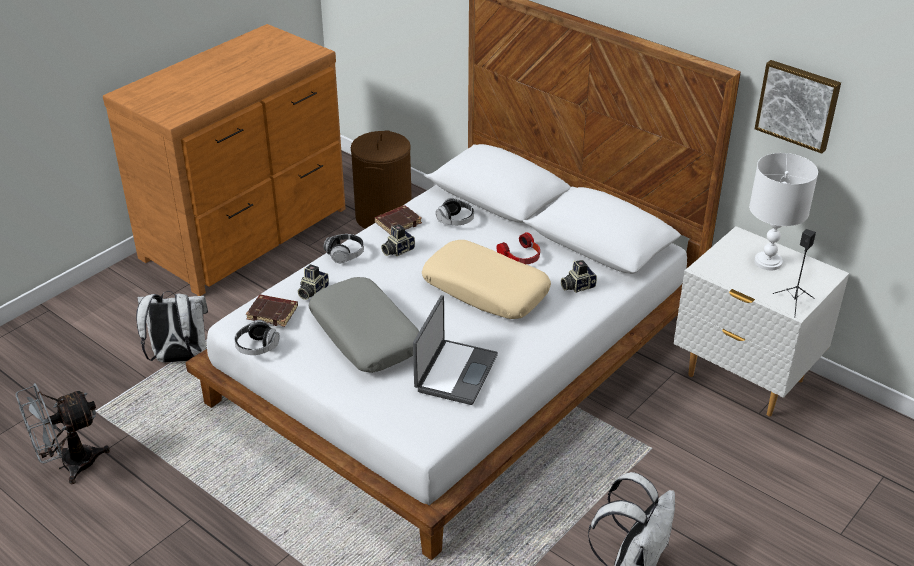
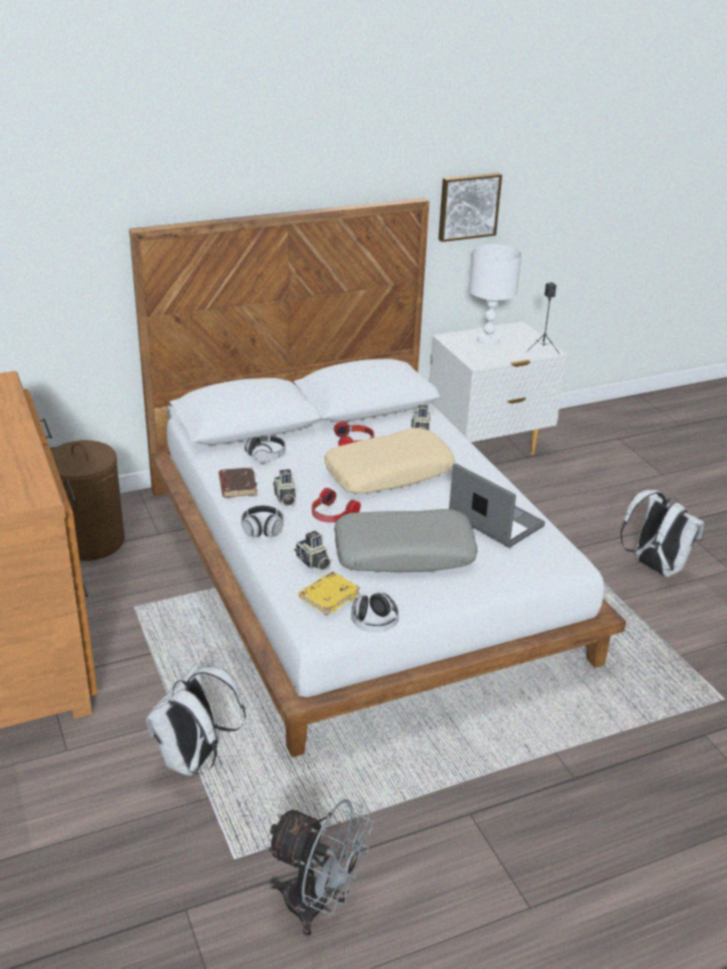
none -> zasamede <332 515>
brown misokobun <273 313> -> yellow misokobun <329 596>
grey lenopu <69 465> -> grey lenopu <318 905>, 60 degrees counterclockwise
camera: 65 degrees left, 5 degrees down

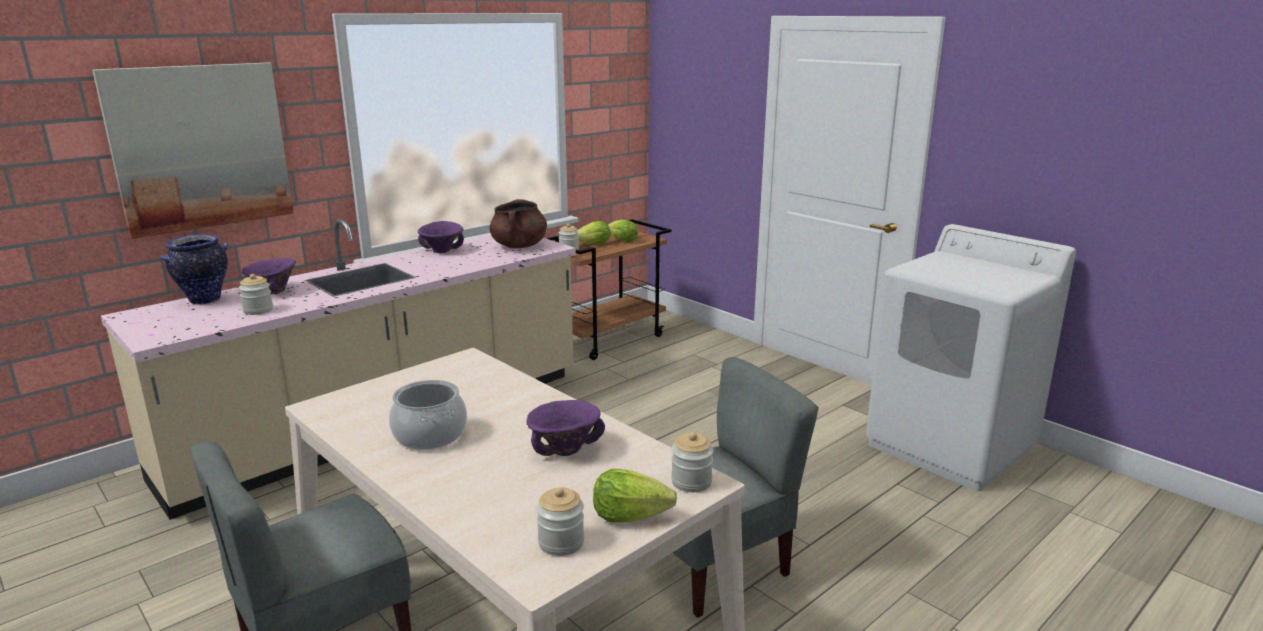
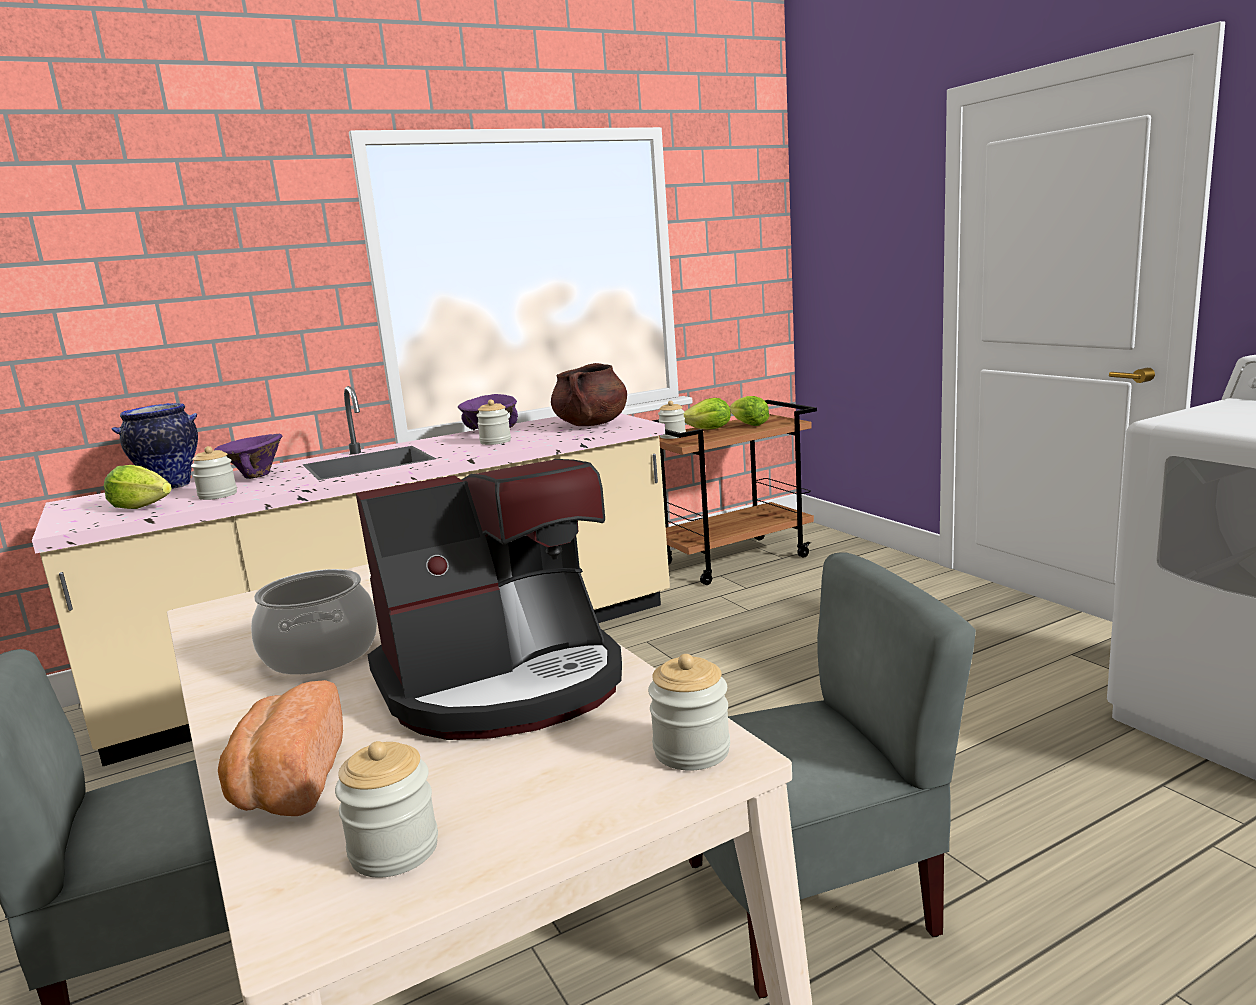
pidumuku <200 147> -> none
none -> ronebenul <287 782>
none -> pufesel <495 441>
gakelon <629 516> -> gakelon <141 507>, relocated
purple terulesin <564 449> -> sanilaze <504 683>
camera: 15 degrees right, 5 degrees down

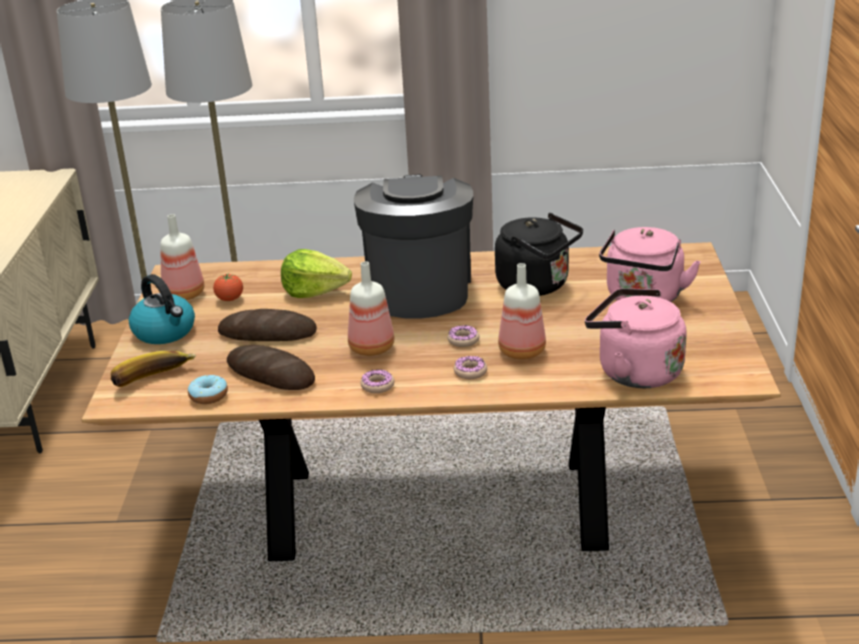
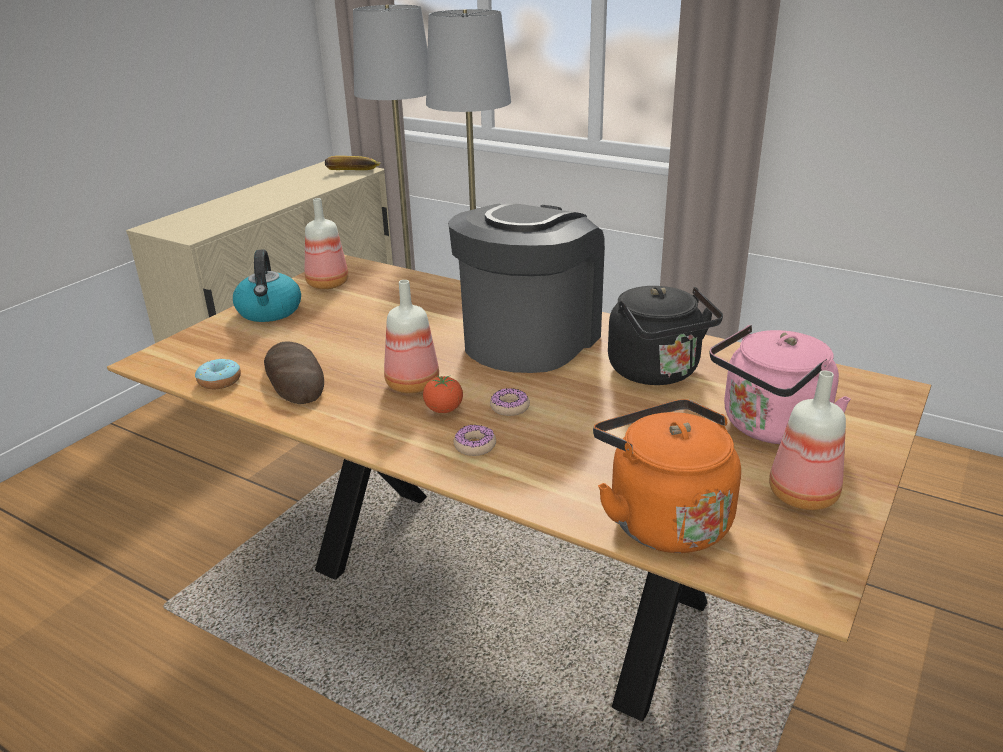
ronebenul <268 333> -> none
gakelon <315 291> -> none
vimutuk <377 386> -> none
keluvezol <154 381> -> keluvezol <353 172>, relocated
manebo <230 299> -> manebo <444 410>, relocated
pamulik <520 352> -> pamulik <800 496>, relocated
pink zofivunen <634 372> -> orange zofivunen <663 519>
camera: 30 degrees right, 0 degrees up

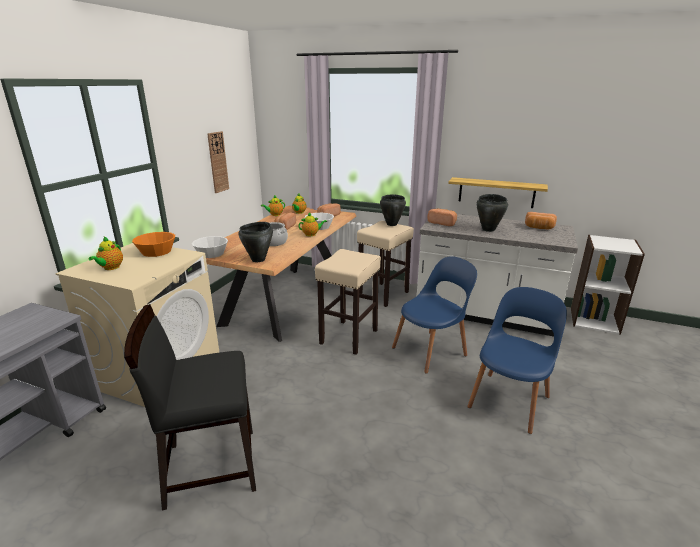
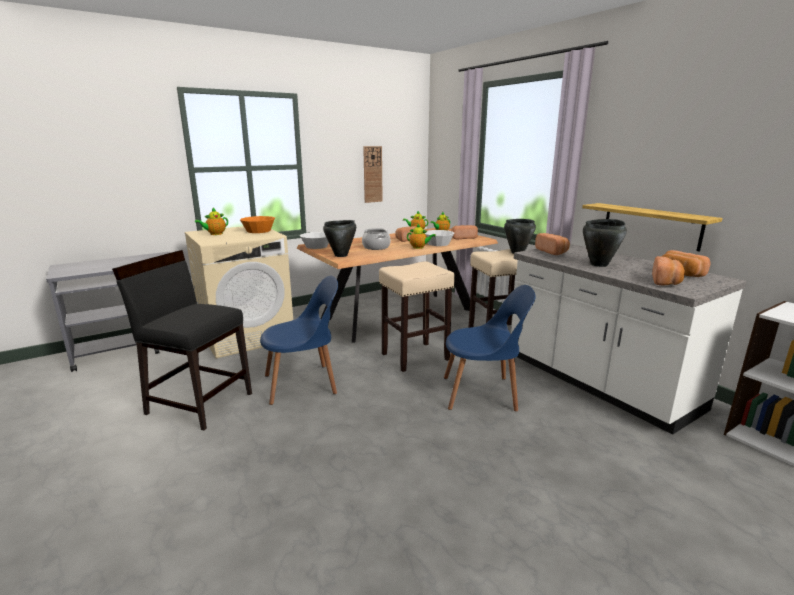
none -> ronebenul <666 282>
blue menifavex <510 399> -> blue menifavex <304 383>, relocated
camera: 35 degrees right, 5 degrees down

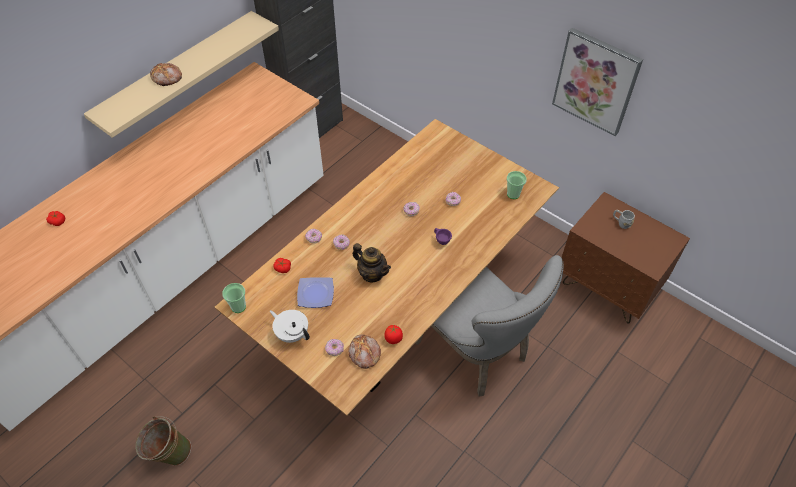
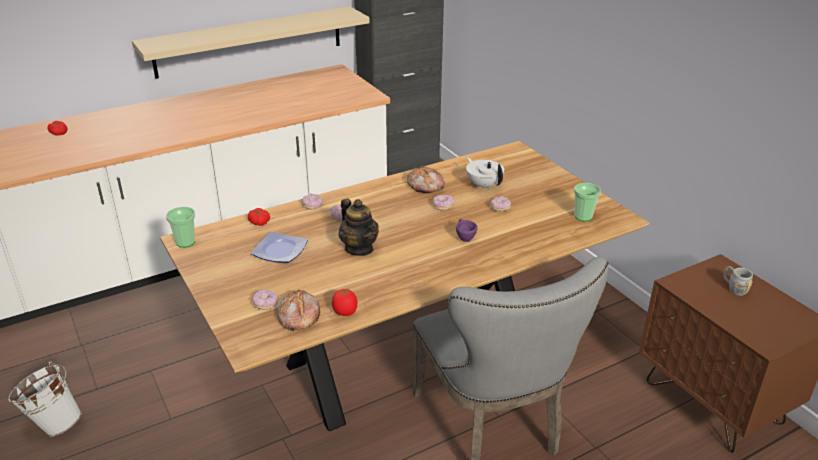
pidumuku <595 81> -> none
ronebenul <167 78> -> ronebenul <425 186>, relocated
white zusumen <292 333> -> white zusumen <484 185>, relocated
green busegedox <169 454> -> white busegedox <53 424>
camera: 20 degrees right, 20 degrees down

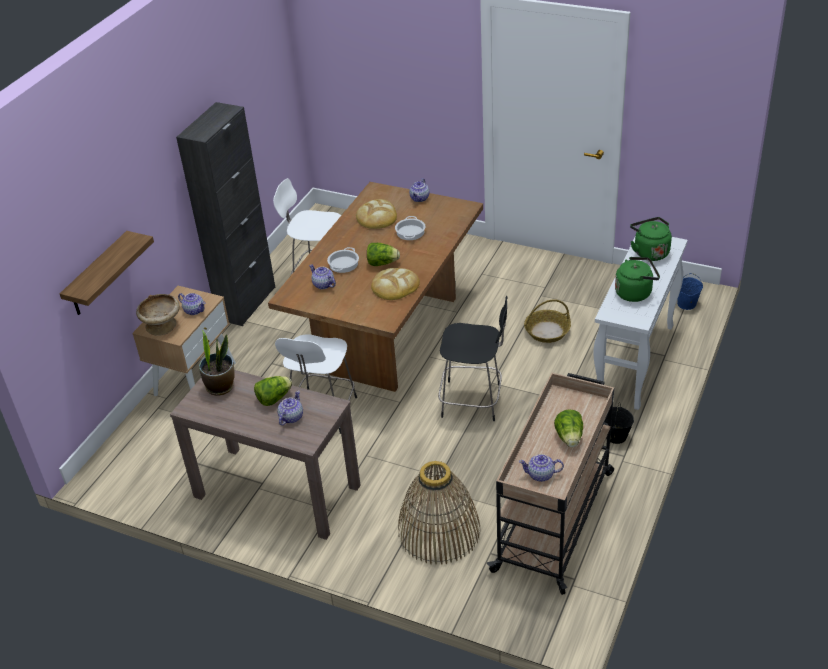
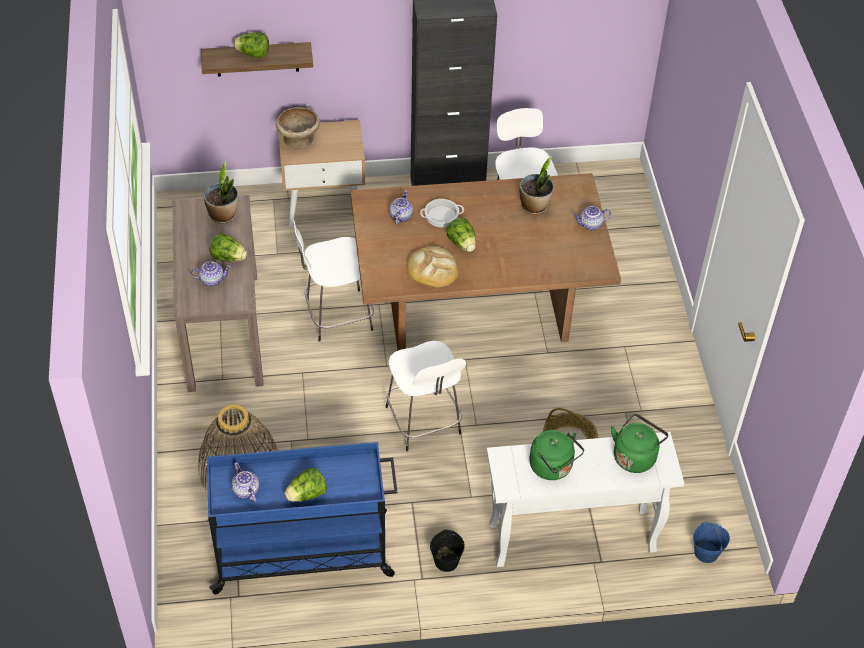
zusumen <194 310> -> none
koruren <410 232> -> none
none -> gakelon <253 54>
ronebenul <377 217> -> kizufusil <534 206>
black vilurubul <473 401> -> white vilurubul <424 422>
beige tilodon <555 519> -> blue tilodon <304 552>
camera: 55 degrees right, 10 degrees up

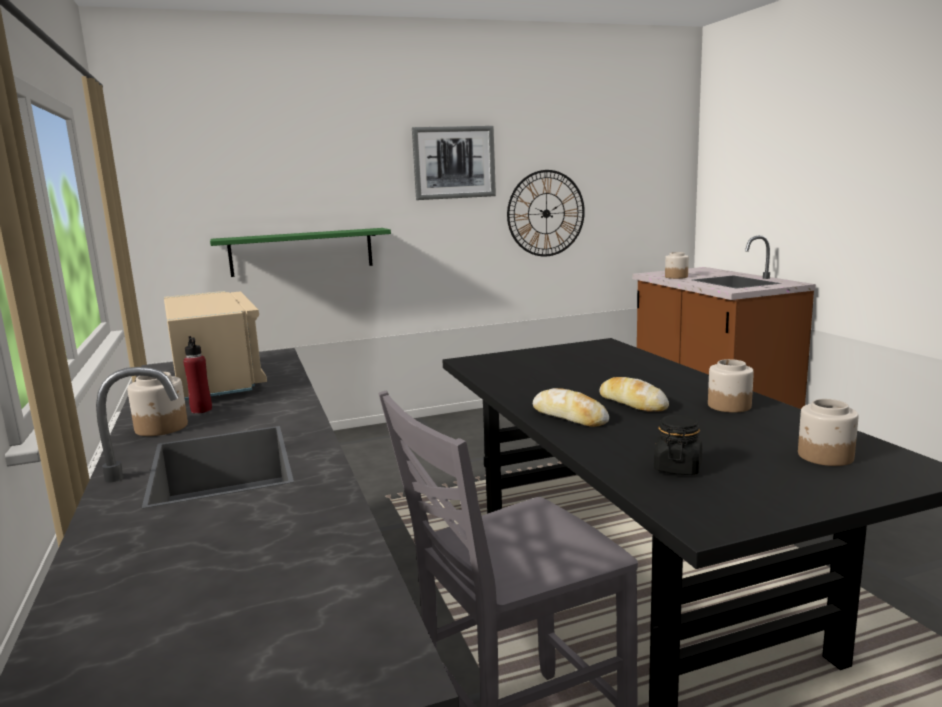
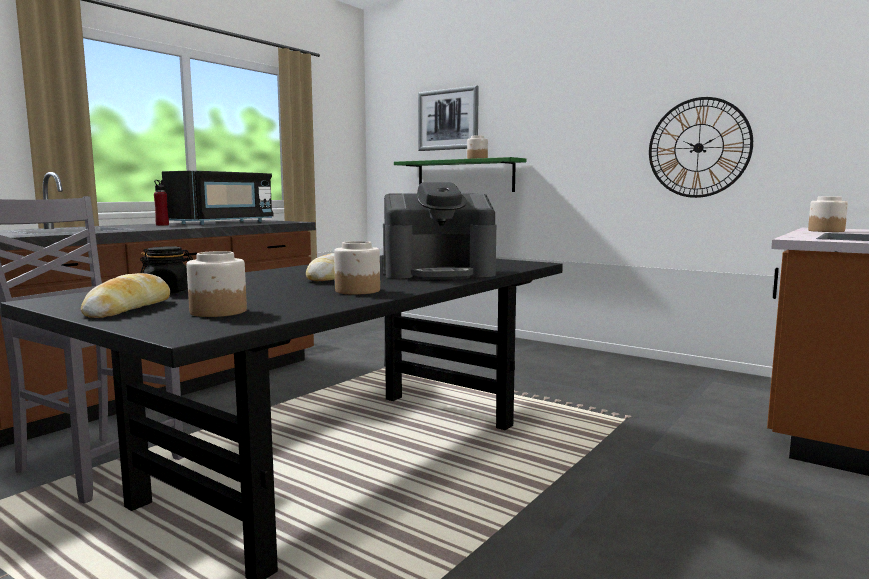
none -> sanilaze <439 273>
pufesel <162 428> -> pufesel <477 159>, relocated
pidumuku <454 162> -> pidumuku <448 119>, relocated
ronebenul <569 416> -> ronebenul <129 308>, relocated
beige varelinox <216 380> -> black varelinox <223 223>
camera: 55 degrees right, 5 degrees down

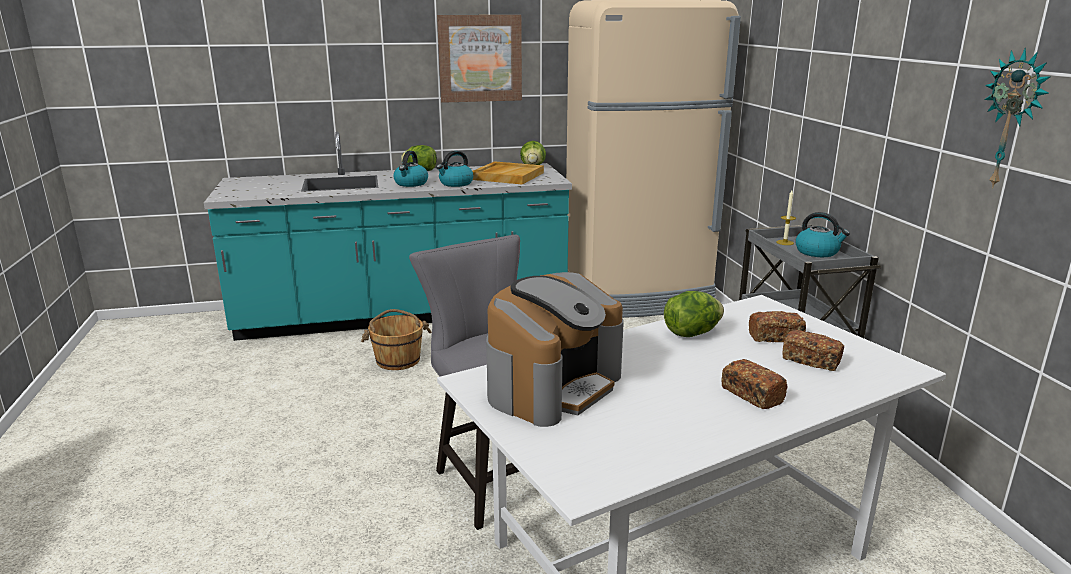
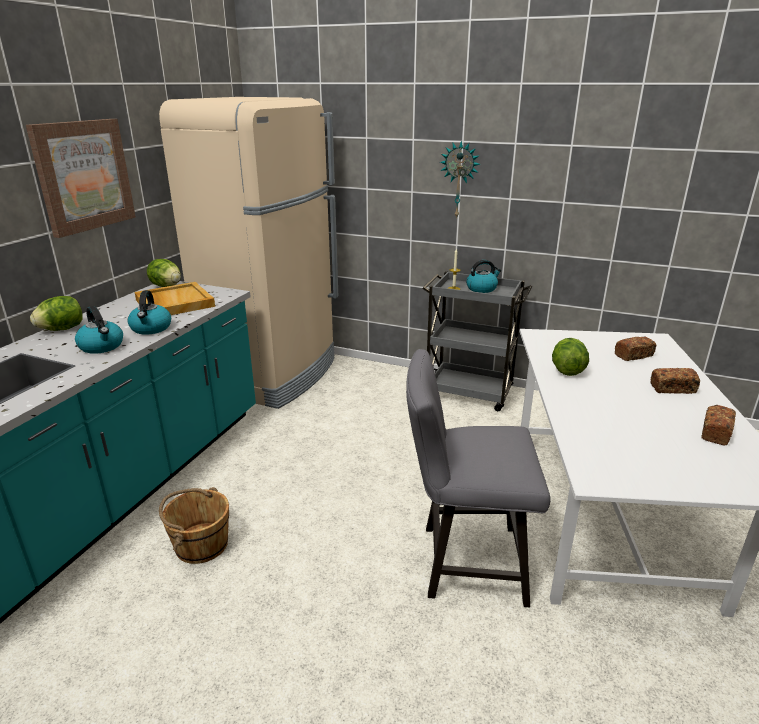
sanilaze <553 386> -> none
ronebenul <775 337> -> ronebenul <715 432>, relocated
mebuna <1013 120> -> mebuna <459 180>, relocated
camera: 55 degrees left, 5 degrees up

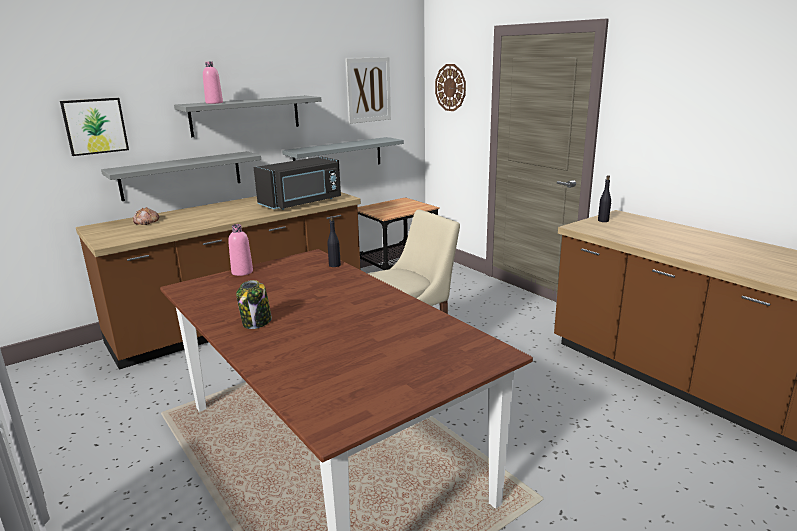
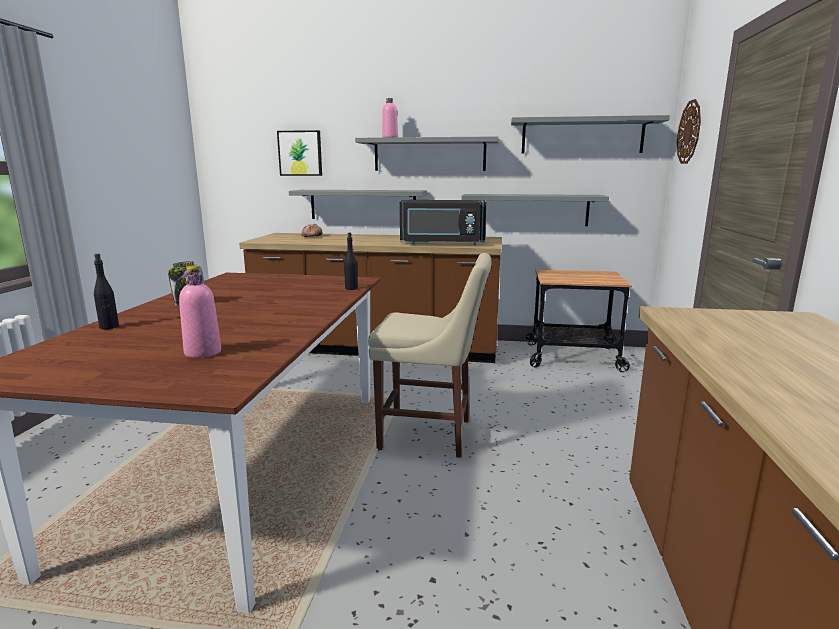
pink pamulik <242 272> -> pink pamulik <203 352>, relocated
black pamulik <603 220> -> black pamulik <109 327>, relocated
pidumuku <368 90> -> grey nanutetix <582 136>
camera: 45 degrees right, 5 degrees down

